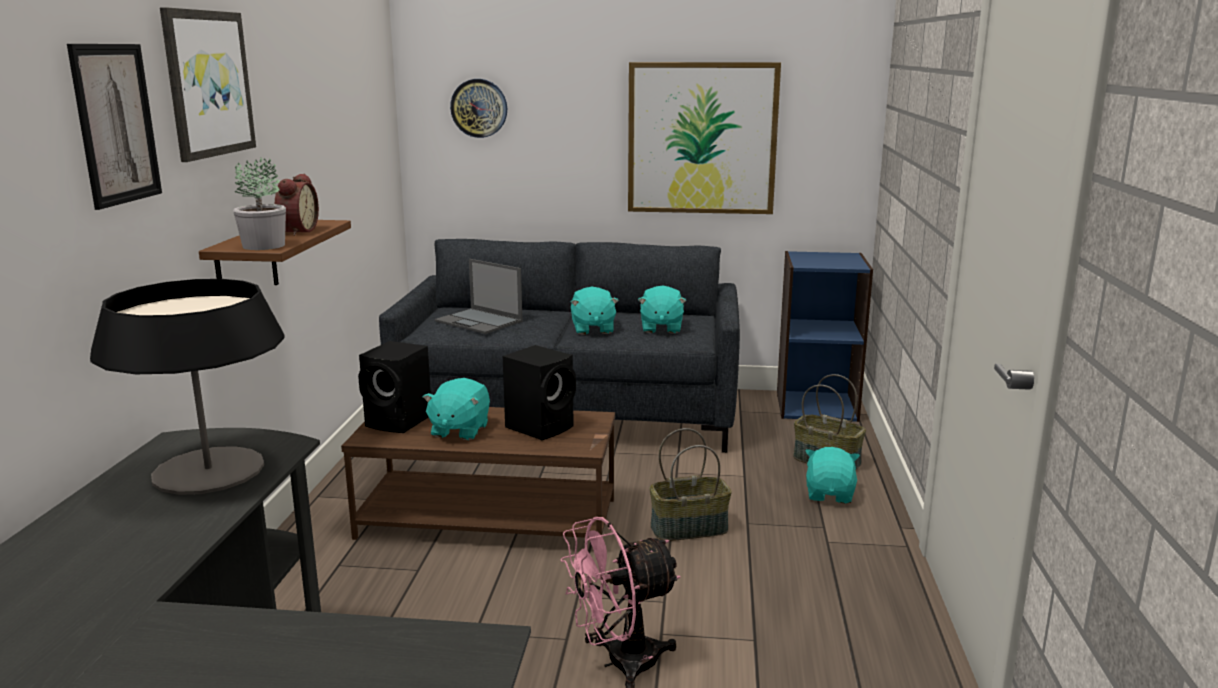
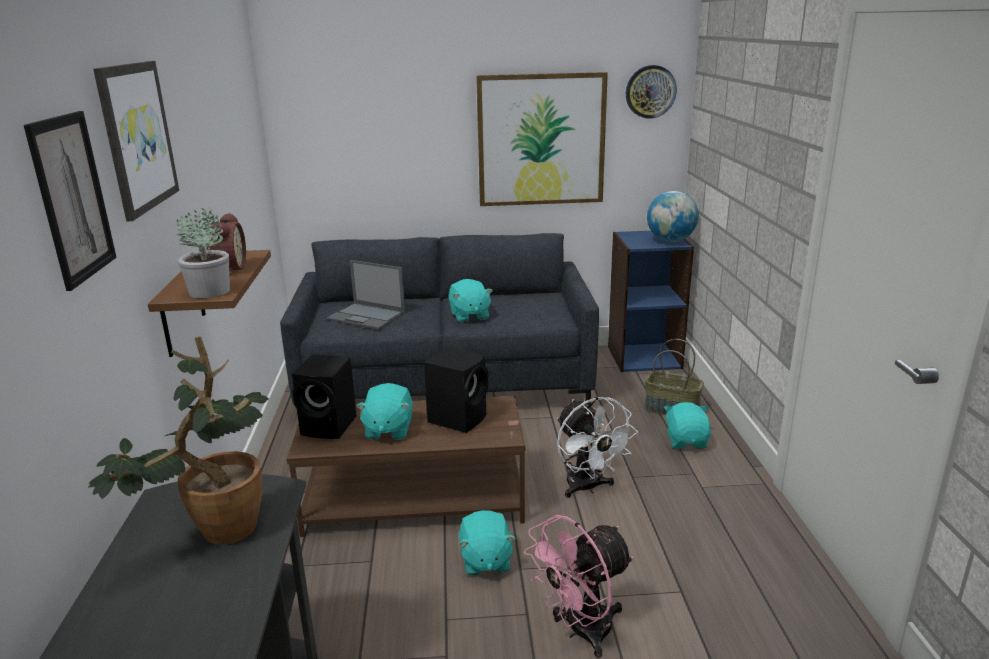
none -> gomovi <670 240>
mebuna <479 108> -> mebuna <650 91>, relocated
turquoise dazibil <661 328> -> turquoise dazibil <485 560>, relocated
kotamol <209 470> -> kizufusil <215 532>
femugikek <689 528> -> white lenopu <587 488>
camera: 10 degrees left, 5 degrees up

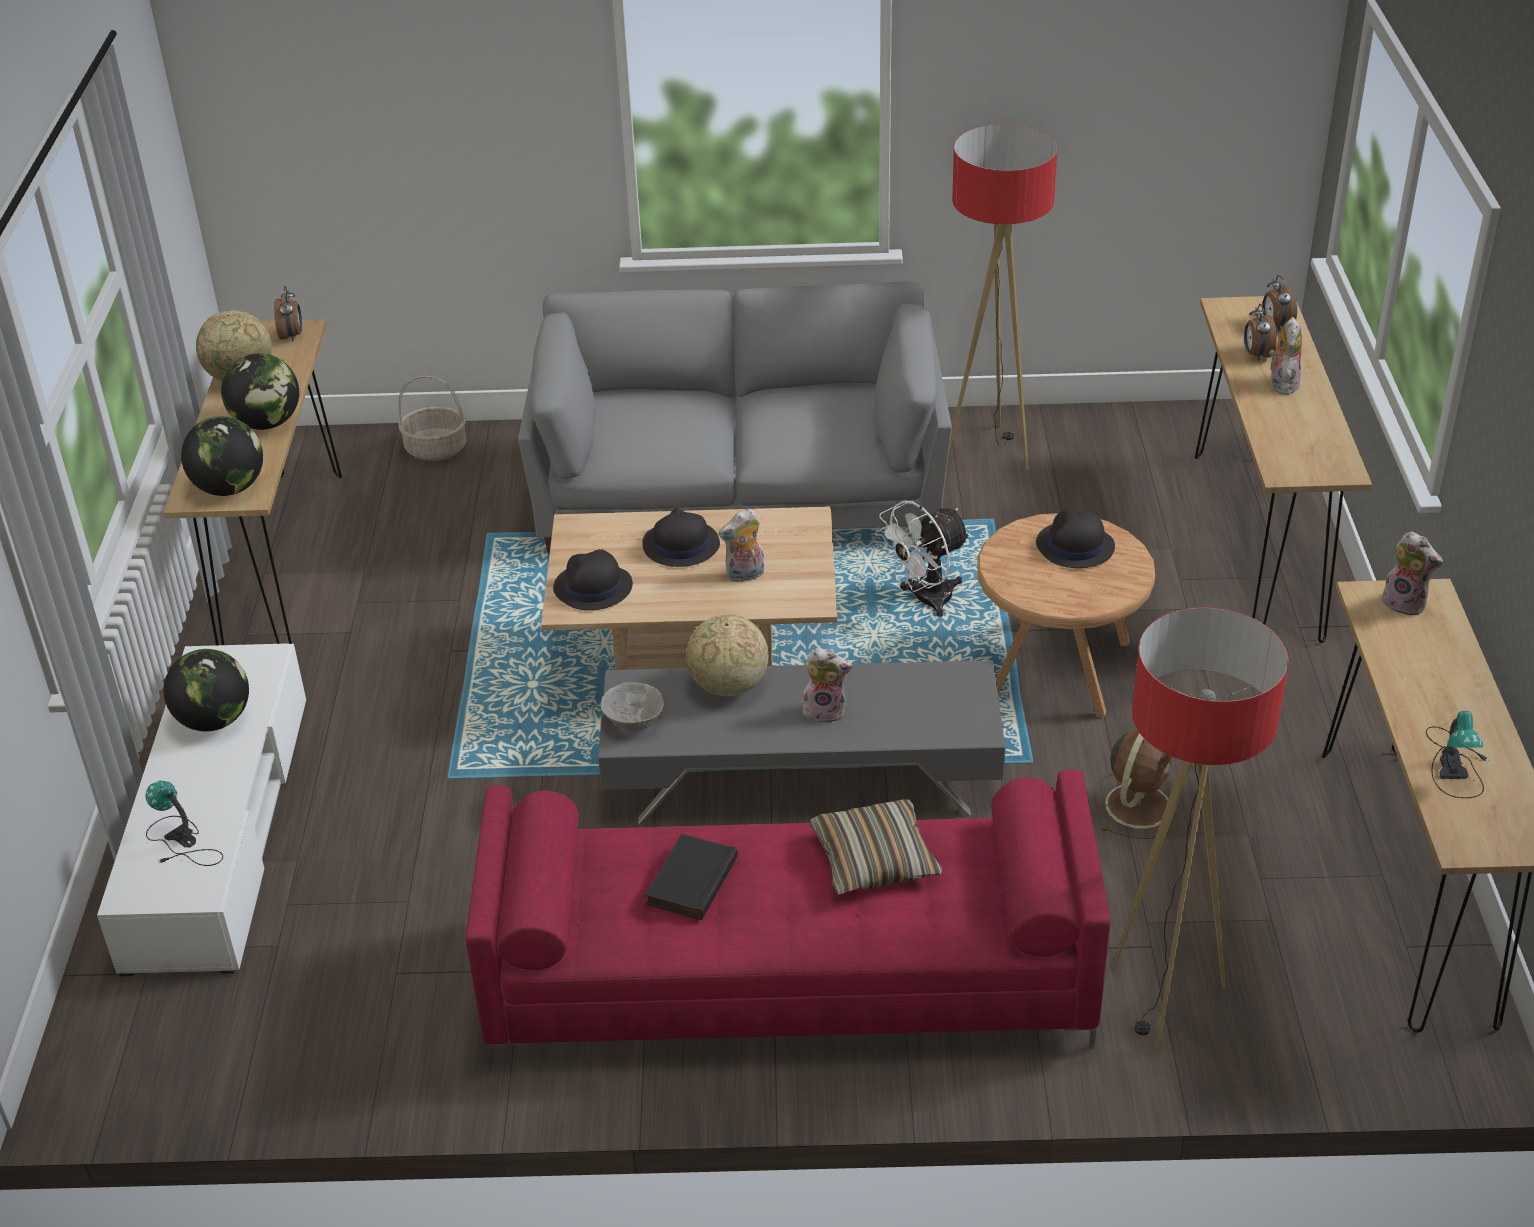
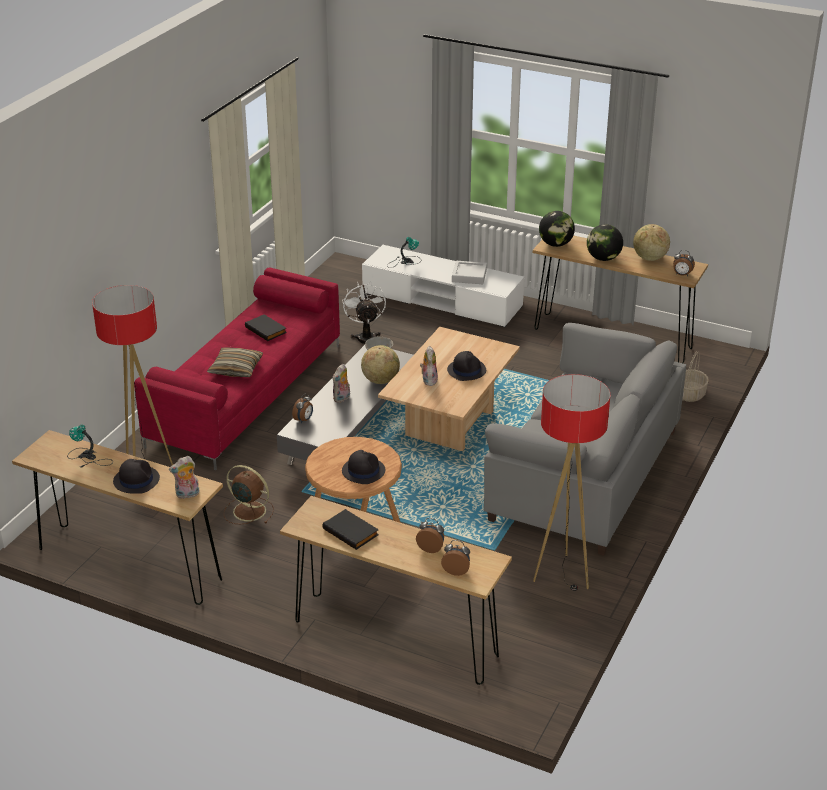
dazibil <1281 383> -> none
none -> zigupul <304 420>
none -> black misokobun <351 531>
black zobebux <592 588> -> black zobebux <136 480>, relocated
white lenopu <924 600> -> white lenopu <365 337>, relocated
gomovi <214 720> -> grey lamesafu <469 275>
brown lenopu <1139 804> -> brown lenopu <248 511>, 150 degrees clockwise
camera: 115 degrees right, 5 degrees down

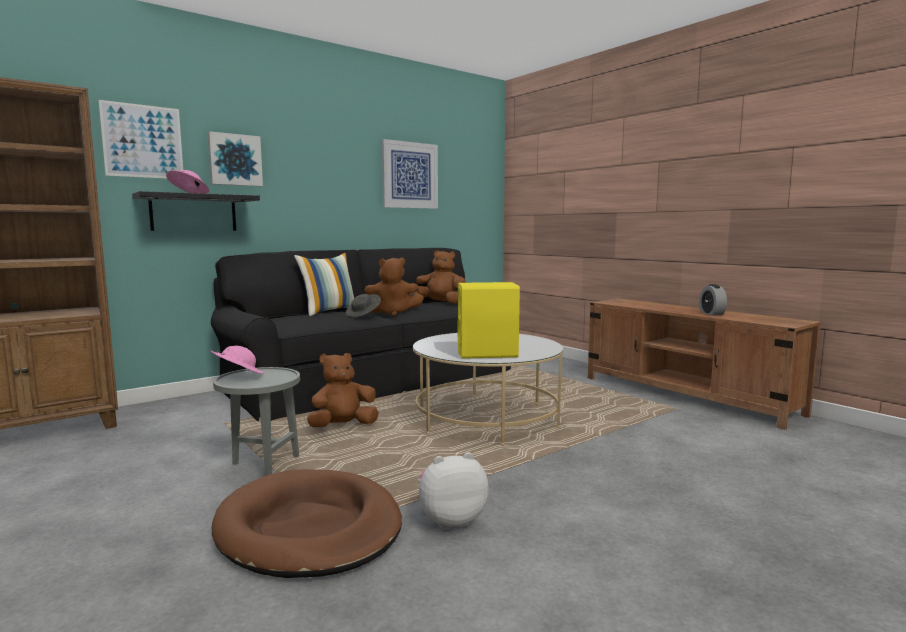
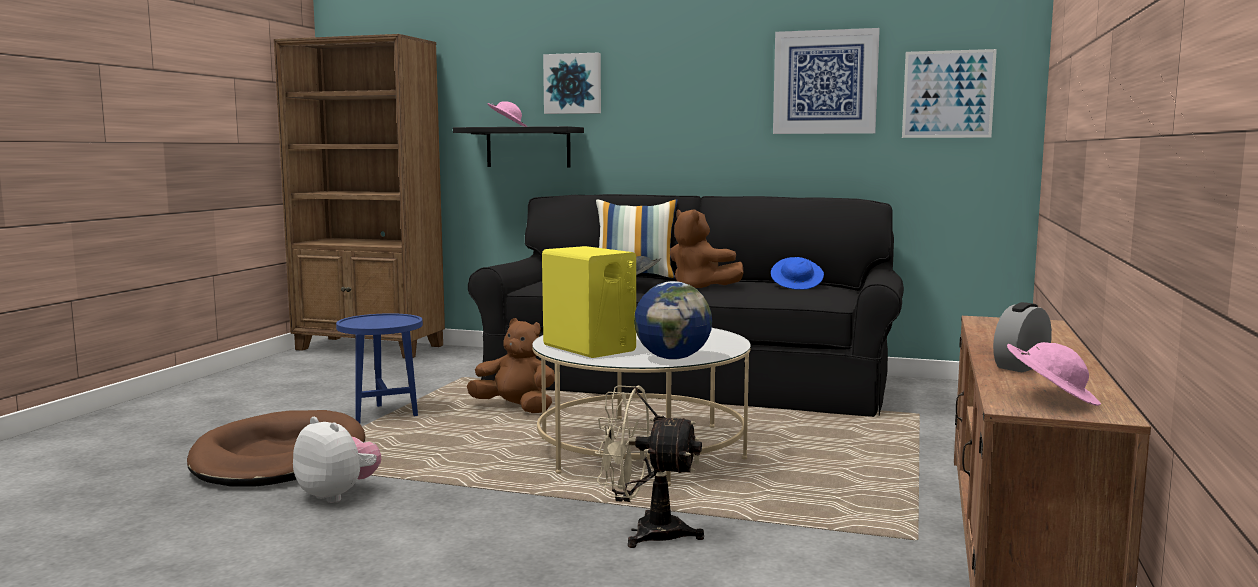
none -> beige lenopu <645 532>
none -> gomovi <672 358>
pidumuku <143 141> -> pidumuku <948 94>, relocated
pink zobebux <238 375> -> pink zobebux <1050 398>, relocated
brown dazibil <440 303> -> blue zobebux <797 286>
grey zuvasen <262 466> -> blue zuvasen <383 413>
camera: 55 degrees right, 0 degrees up

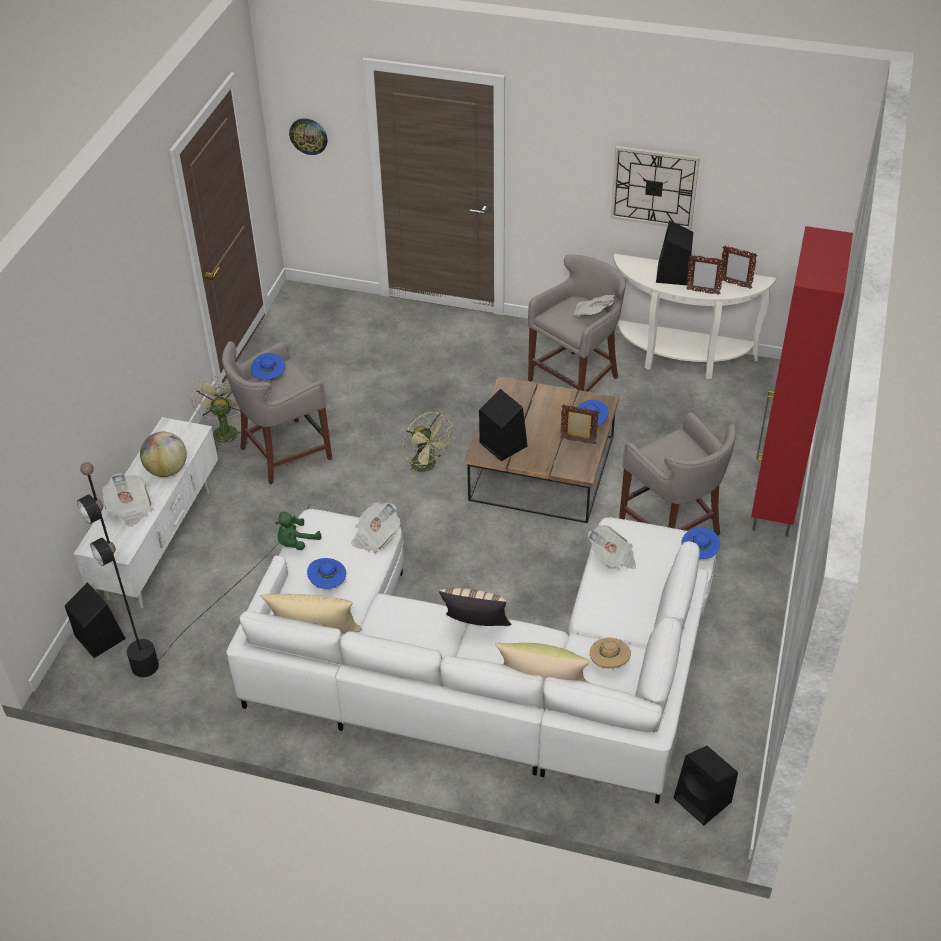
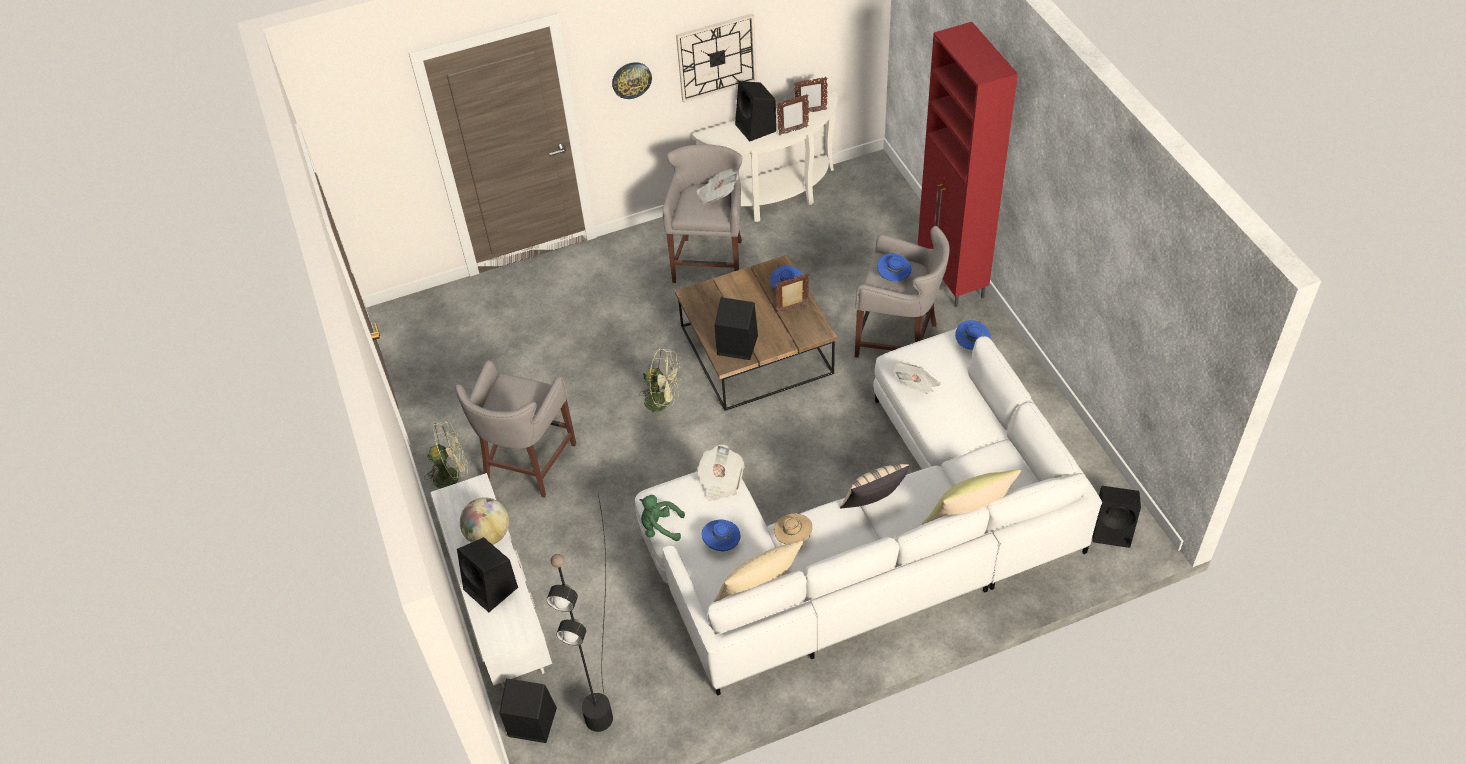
blue zobebux <269 377> -> blue zobebux <893 277>, relocated
mebuna <308 136> -> mebuna <631 80>, relocated
beige zobebux <609 662> -> beige zobebux <793 537>, relocated
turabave <130 509> -> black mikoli <492 589>
green lenopu <224 430> -> green lenopu <452 475>, 120 degrees clockwise
green dazibil <296 542> -> green dazibil <660 527>, 90 degrees clockwise
camera: 35 degrees left, 5 degrees up

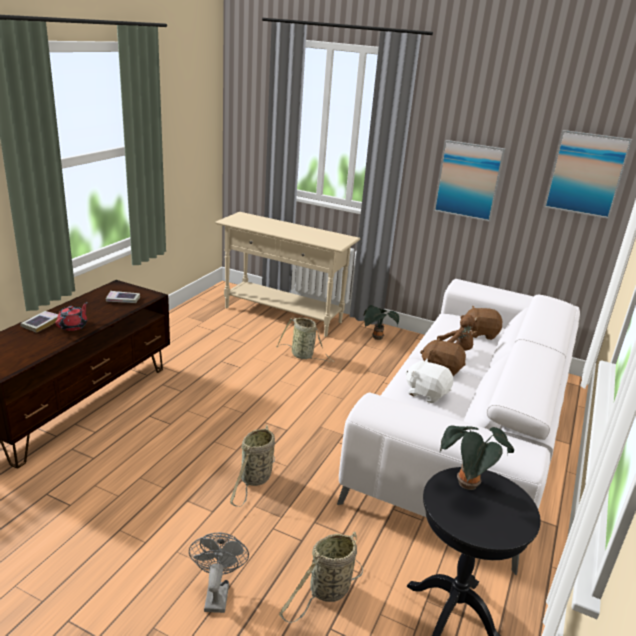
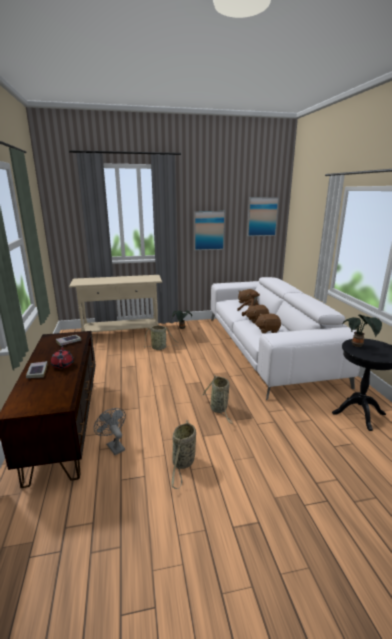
grey lenopu <217 593> -> grey lenopu <113 446>, relocated
femugikek <327 592> -> femugikek <183 463>, relocated
white dazibil <427 393> -> brown dazibil <267 330>
camera: 35 degrees left, 5 degrees down

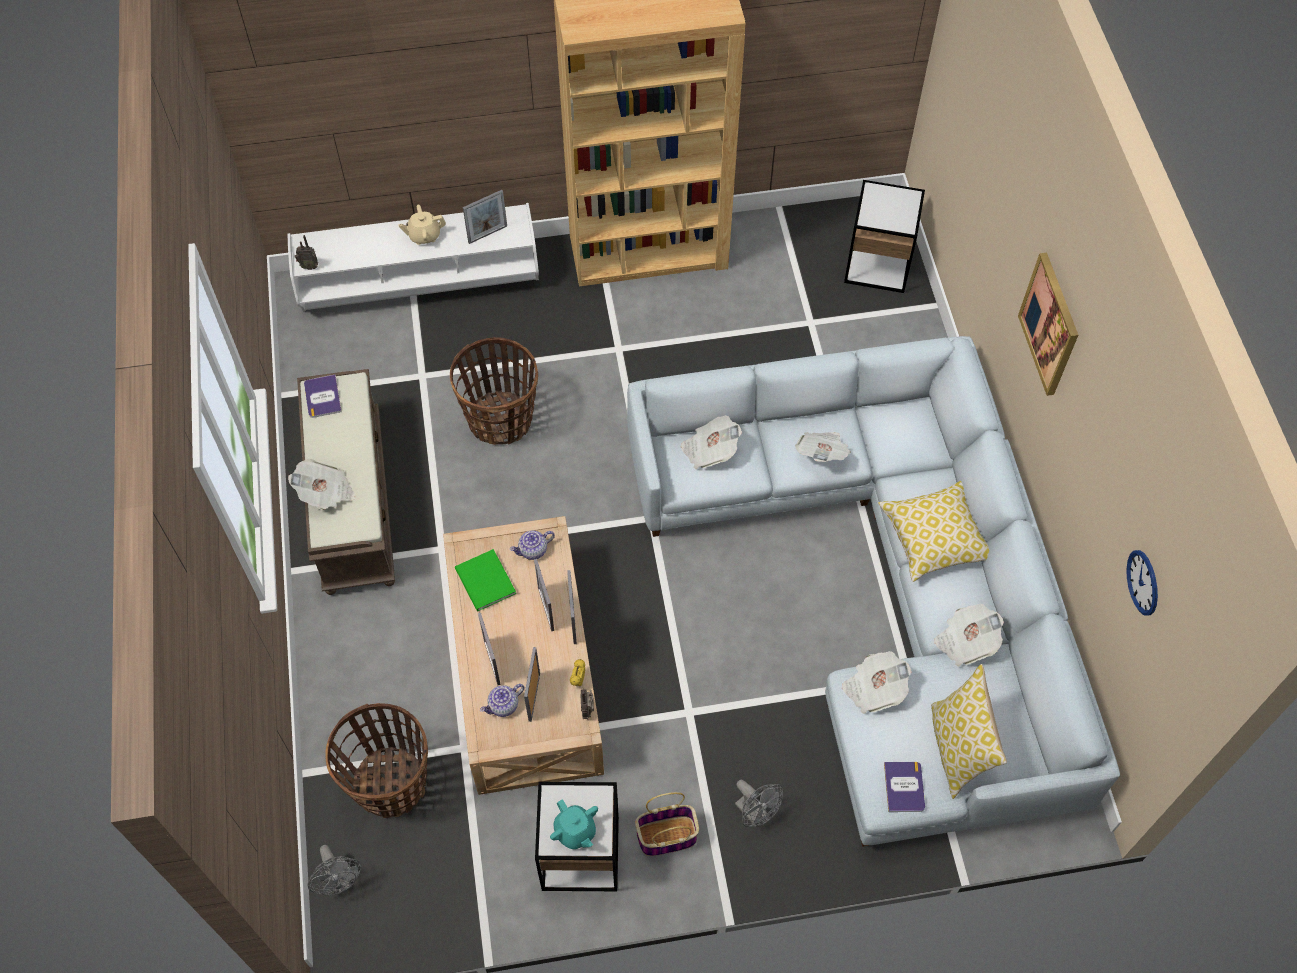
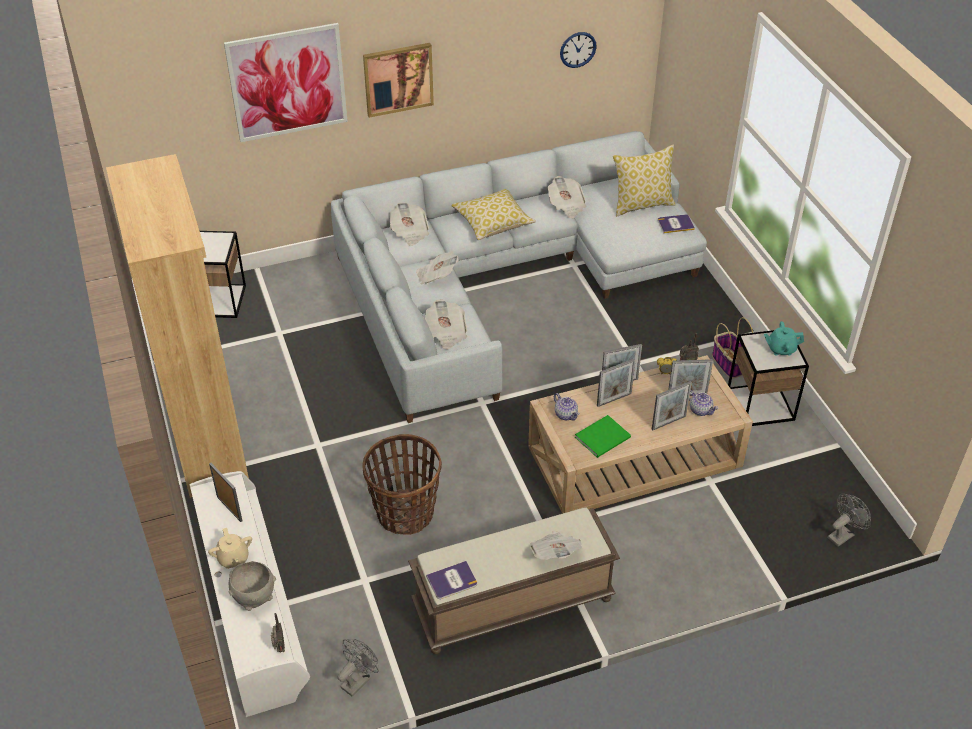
femugikek <391 783> -> none
none -> pidumuku <287 83>
none -> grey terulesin <254 597>
grey lenopu <755 814> -> grey lenopu <358 679>, relocated
turabave <874 689> -> turabave <409 232>, relocated
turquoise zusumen <575 831> -> turquoise zusumen <781 349>, 135 degrees counterclockwise
camera: 100 degrees left, 15 degrees down

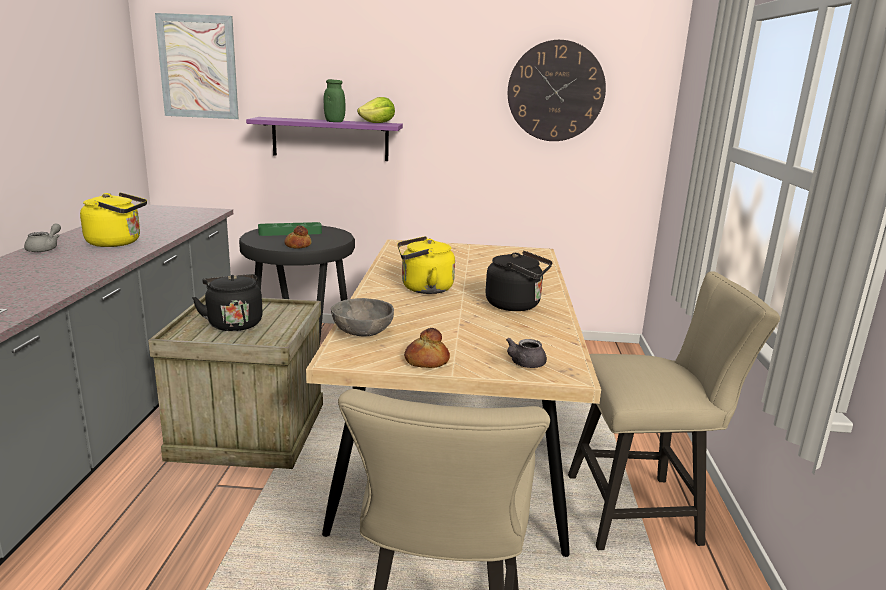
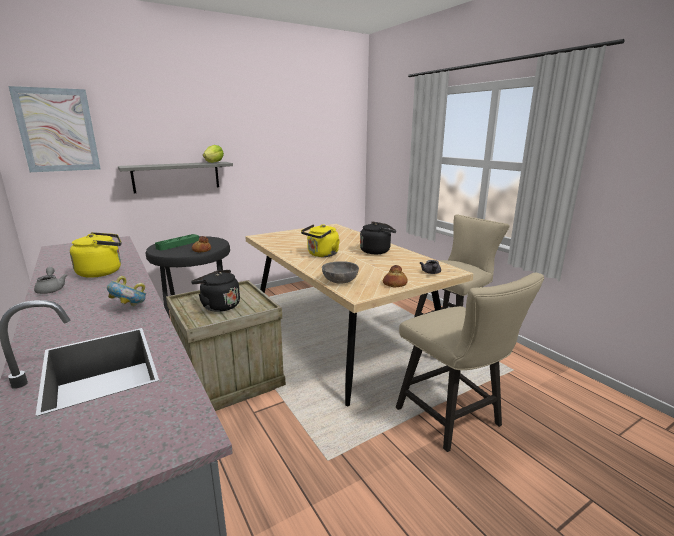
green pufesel <334 121> -> none
mebuna <556 91> -> none
none -> terulesin <130 307>
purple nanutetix <330 139> -> grey nanutetix <176 177>
camera: 35 degrees left, 0 degrees up

